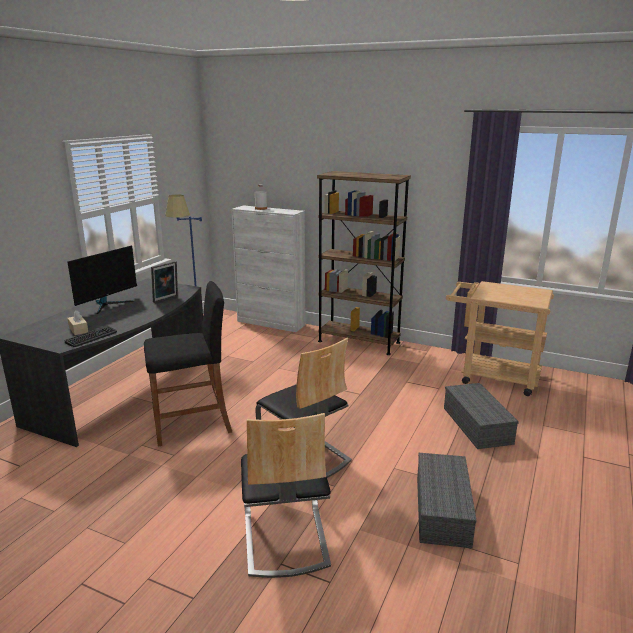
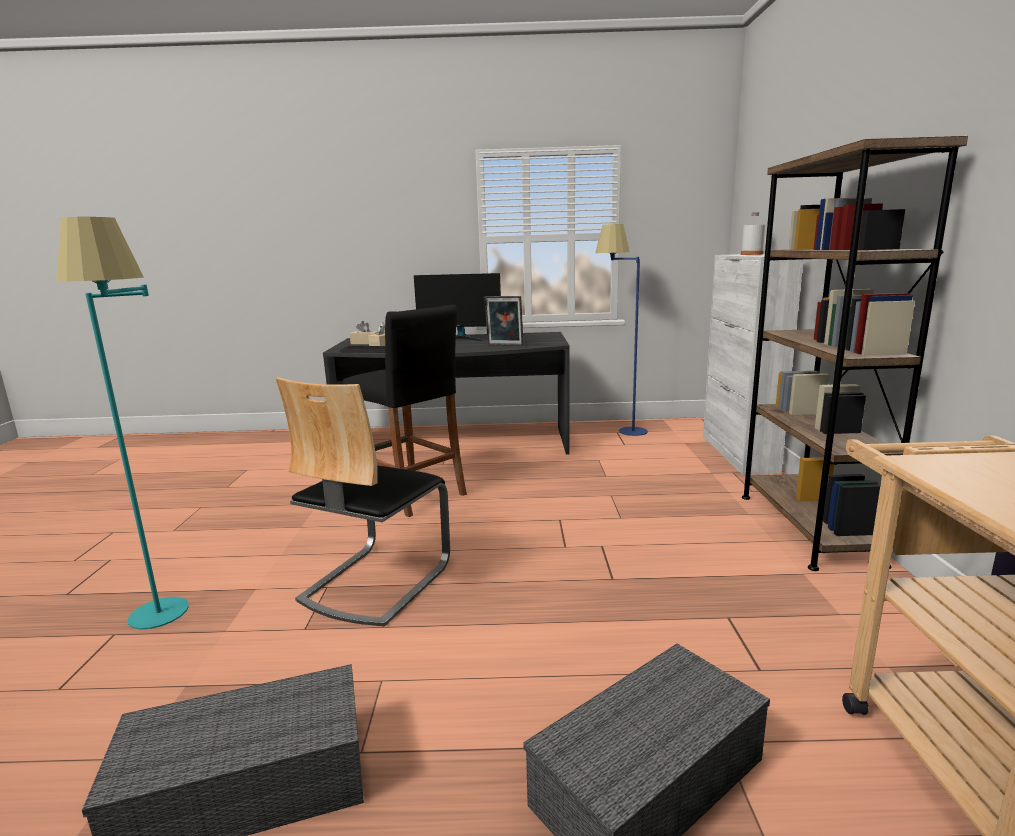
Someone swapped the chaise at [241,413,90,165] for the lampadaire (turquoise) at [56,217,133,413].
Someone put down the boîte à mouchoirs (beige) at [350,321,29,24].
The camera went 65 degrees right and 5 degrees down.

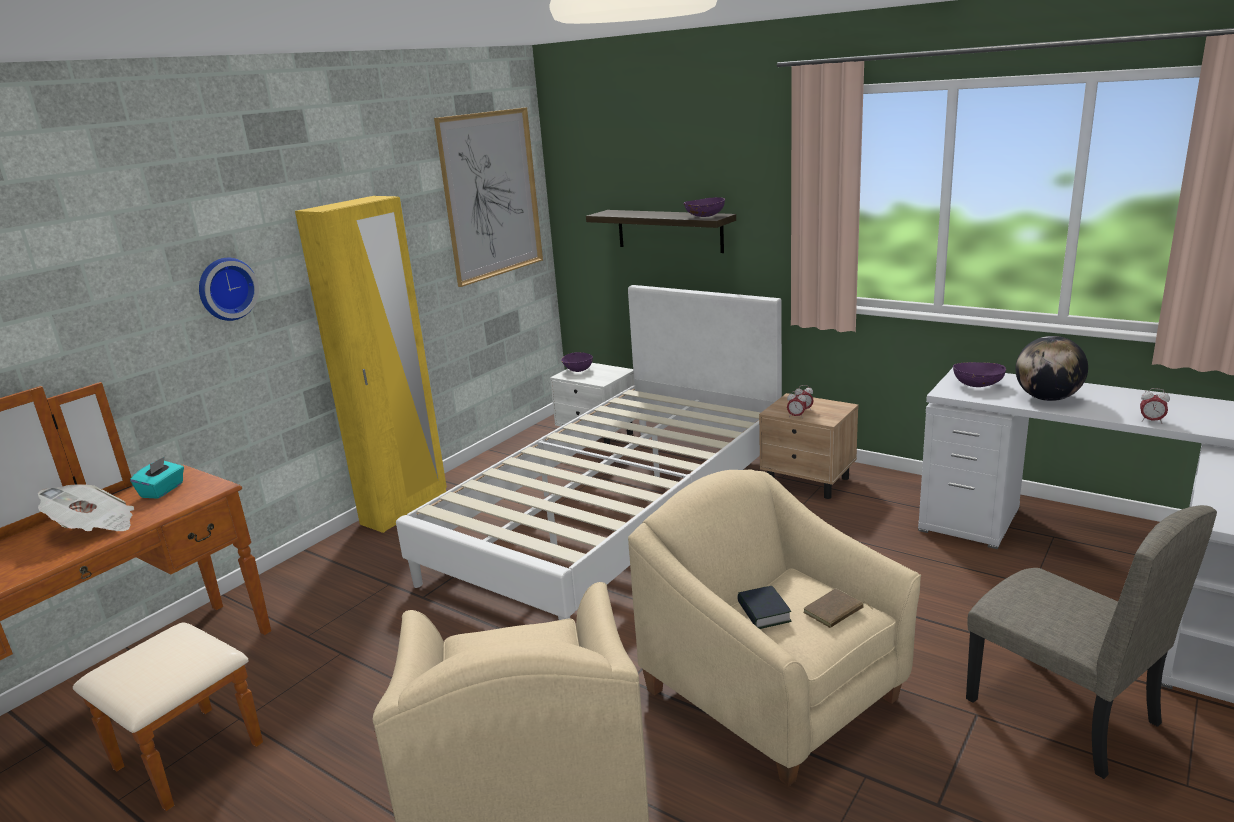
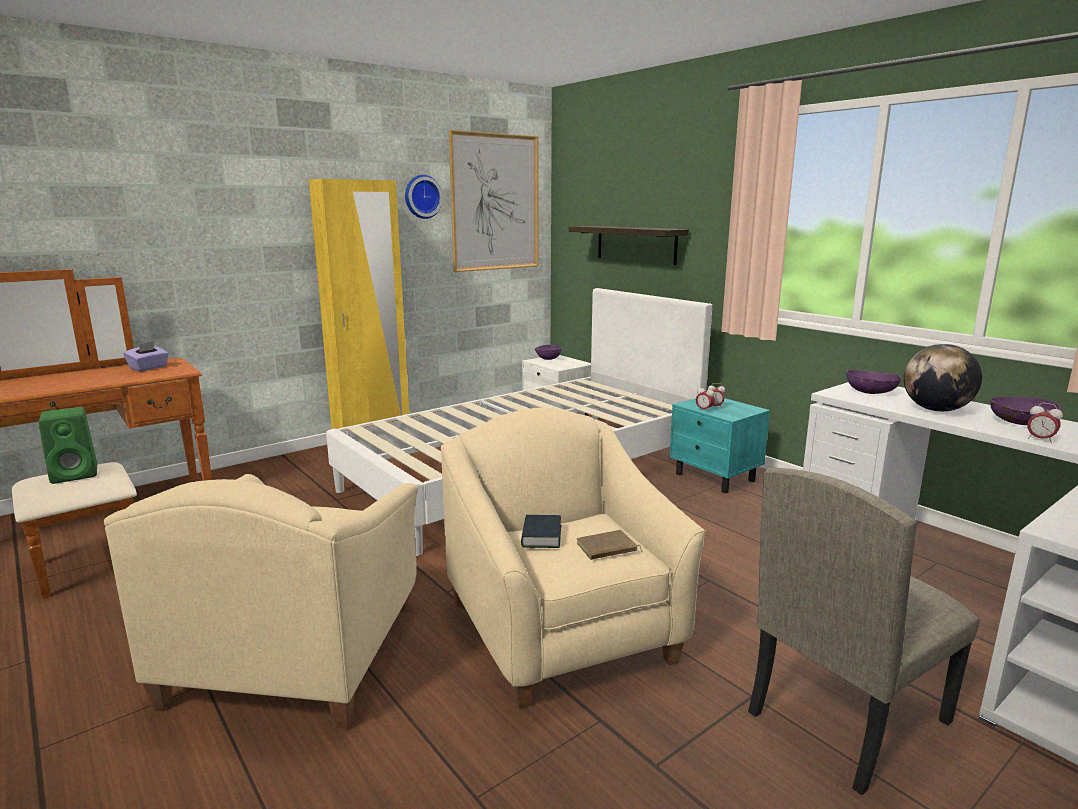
Someone took away the journal at [38,484,96,47].
Someone repainted the boîte à mouchoirs (turquoise) at [130,456,54,43], which became the boîte à mouchoirs (violet) at [123,341,46,30].
Someone carried the horloge murale from [199,258,60,63] to [405,175,38,44].
Someone carried the bol (violet) from [684,197,41,20] to [990,397,71,28].
Someone repainted the table de chevet (beige) at [759,393,99,106], which became the table de chevet (turquoise) at [669,398,101,95].
Someone rotated the chaise (beige) at [966,505,251,274] by 75 degrees clockwise.
Someone put down the enceinte (vert) at [39,407,58,77].
The camera went 15 degrees right and 5 degrees down.

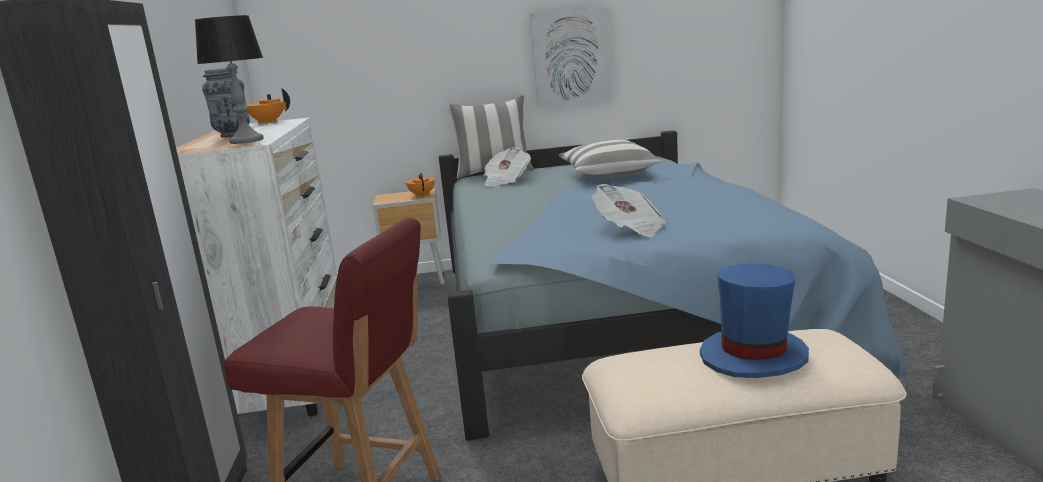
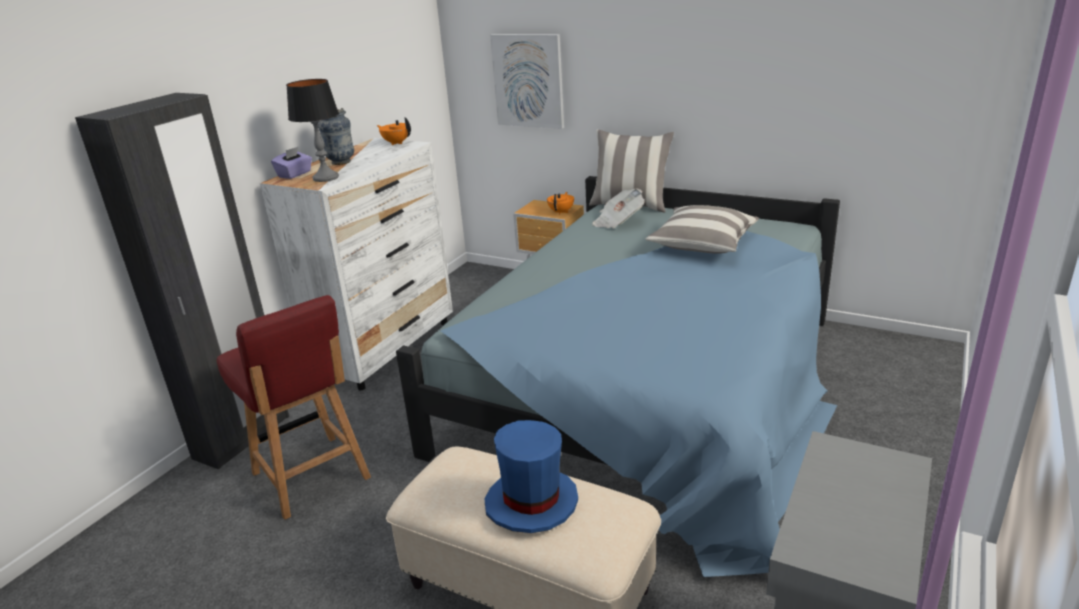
Someone carried the tableau from [530,7,82,101] to [490,34,74,95].
Someone took away the journal at [592,184,74,53].
Someone put down the boîte à mouchoirs (violet) at [271,147,41,32].
The camera went 35 degrees right and 10 degrees up.

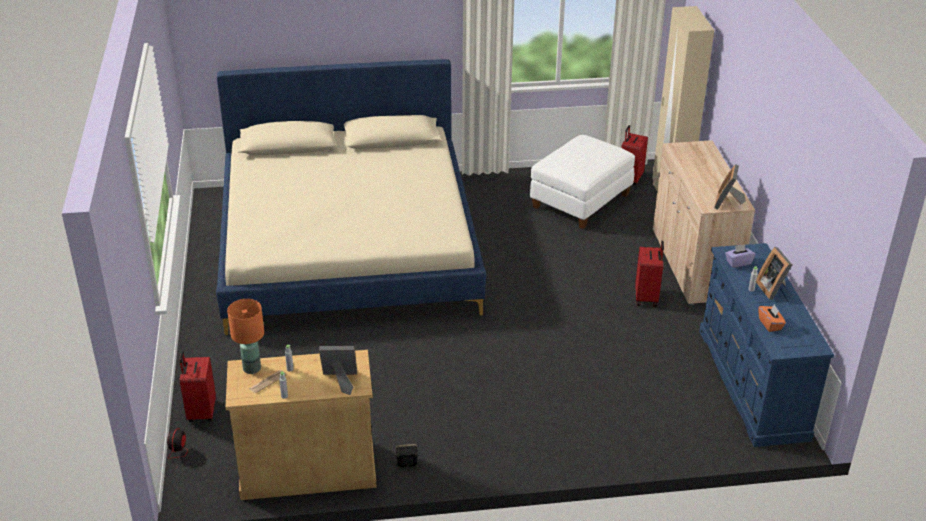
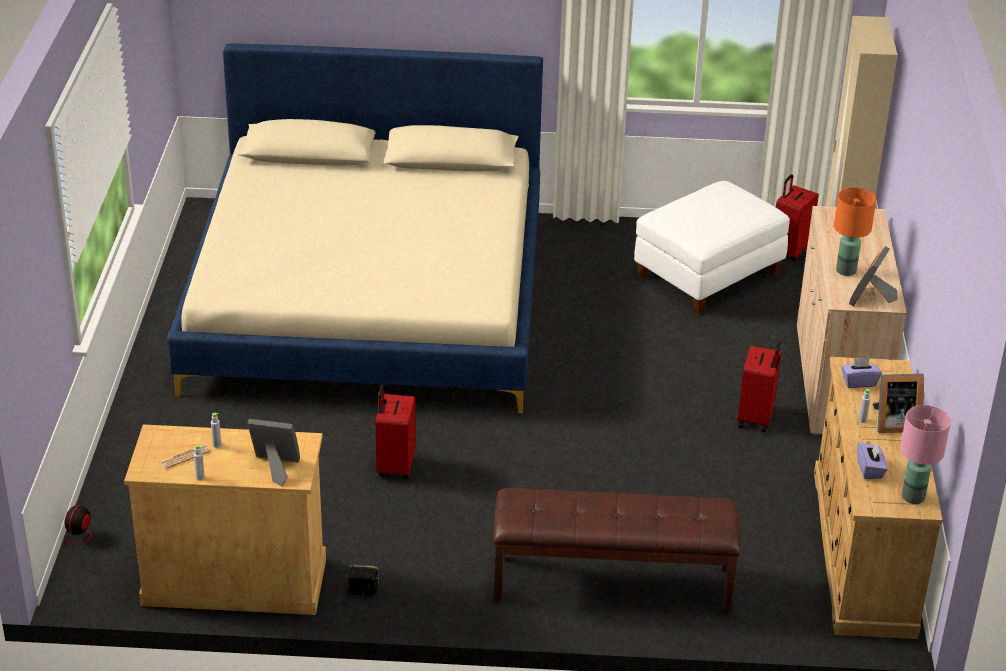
Someone carried the valise (rouge) from [179,351,37,71] to [376,384,40,95].
Someone carried the lampe de table (orange) from [227,299,37,75] to [834,187,42,89].
Someone repainted the commode (bleu) at [699,243,135,204], which became the commode (beige) at [814,357,129,282].
Someone rotated the cadre photo at [756,247,36,53] by 90 degrees counterclockwise.
Someone repainted the boîte à mouchoirs (orange) at [759,304,27,28], which became the boîte à mouchoirs (violet) at [857,442,31,37].
Someone put down the banc (marron) at [493,488,247,126].
Someone put down the lampe de table (rose) at [900,405,51,99].
The camera went 10 degrees right and 0 degrees up.

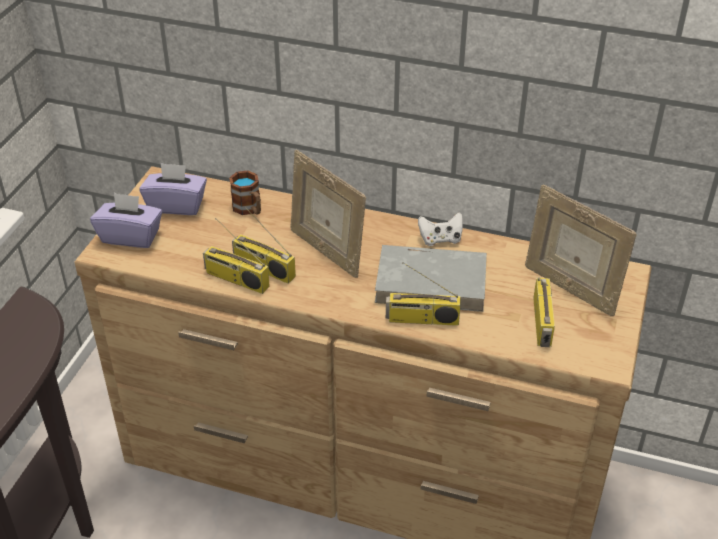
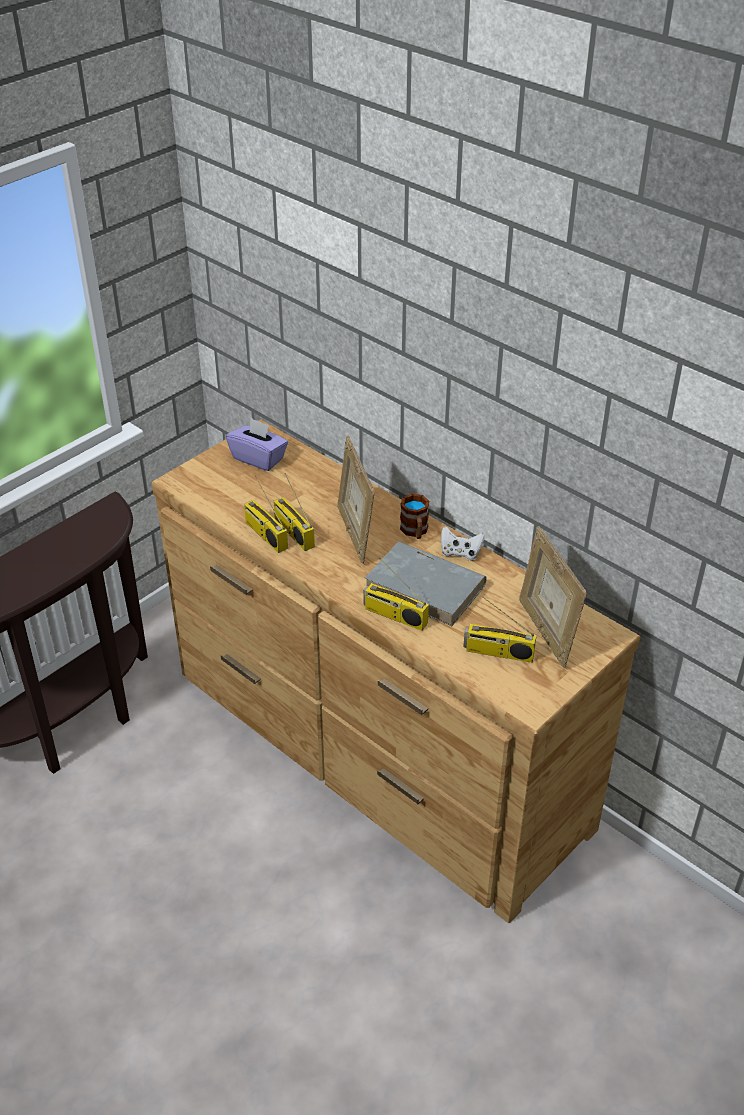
Someone took away the boîte à mouchoirs (violet) at [90,193,72,55].
Someone carried the mug from [229,170,32,45] to [400,494,29,45].
Someone rotated the radio at [533,277,22,70] by 75 degrees clockwise.
The camera went 25 degrees right and 0 degrees up.

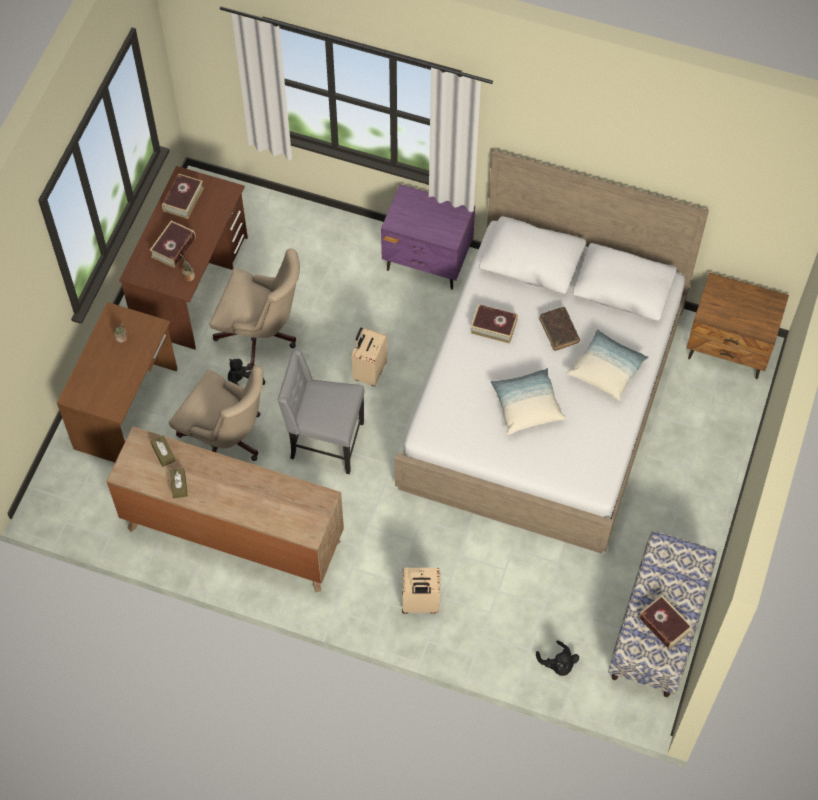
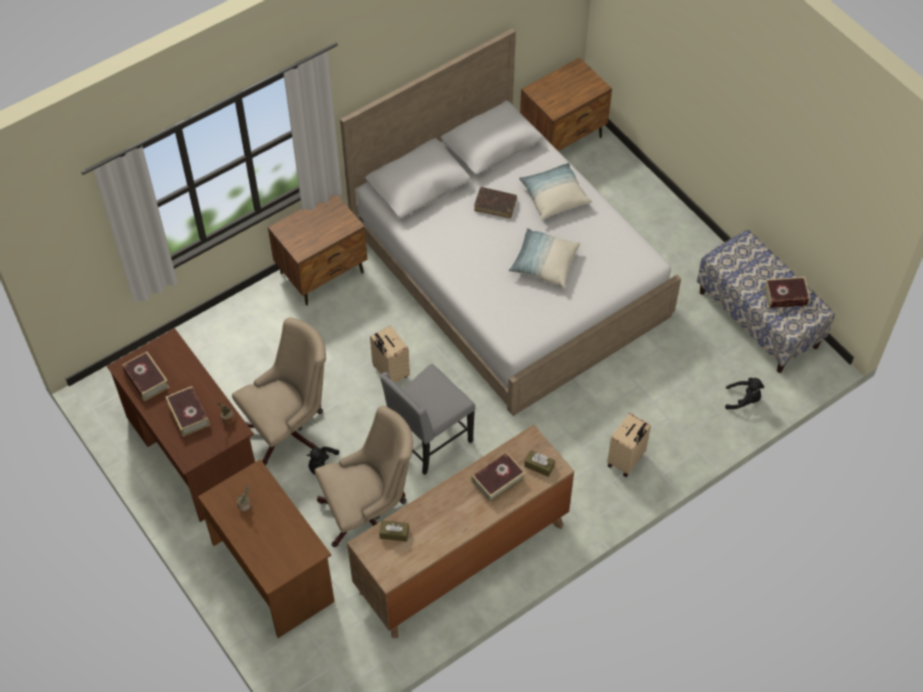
Someone carried the boîte à mouchoirs (marron) from [170,468,18,30] to [524,450,31,27].
Someone repainted the table de chevet (violet) at [381,184,94,106], which became the table de chevet (marron) at [268,195,99,110].
Someone carried the livre from [470,304,48,40] to [471,452,54,51].
The camera went 55 degrees left and 5 degrees down.

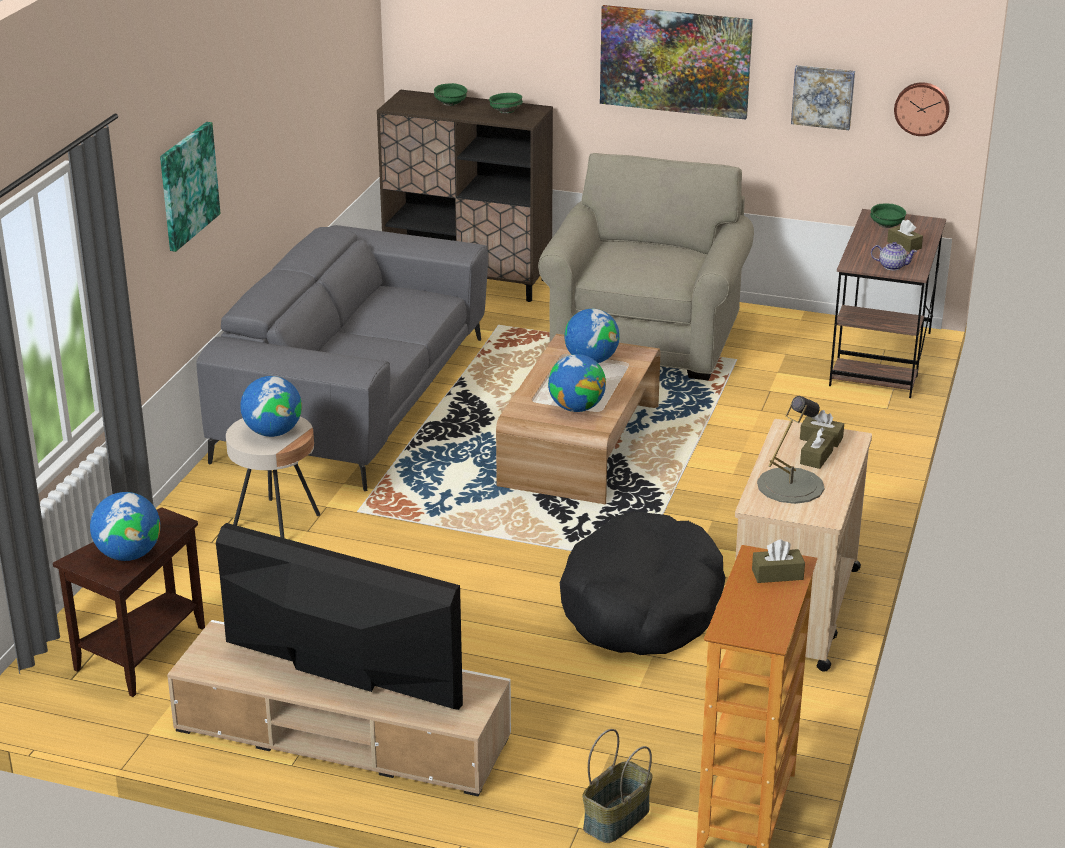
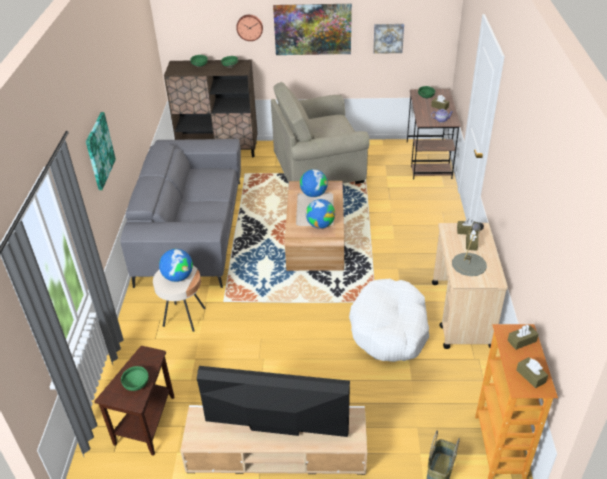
Someone swapped the globe at [90,492,71,69] for the bol (vert) at [121,366,28,25].
Someone rotated the fauteuil (beige) at [538,153,216,227] by 105 degrees counterclockwise.
Someone repainted the panier pour chien (noir) at [560,511,166,144], which became the panier pour chien (blanc) at [349,279,80,83].
Someone carried the horloge murale from [894,82,56,54] to [236,15,27,26].
Someone put down the boîte à mouchoirs (marron) at [516,357,32,31].
The camera went 15 degrees left and 10 degrees up.

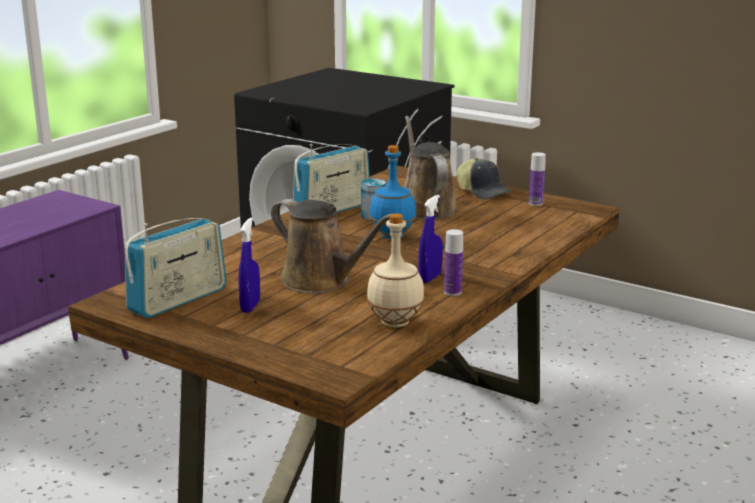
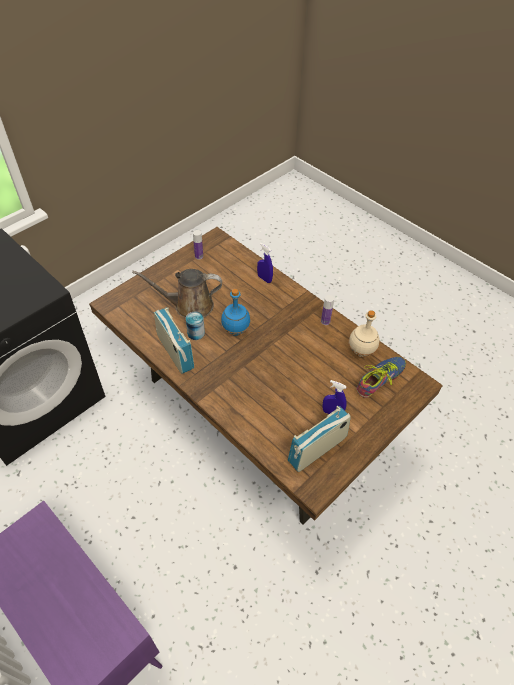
Someone rotated the radio at [125,218,101,100] by 90 degrees counterclockwise.
Someone took away the arrosoir (marron) at [271,199,120,94].
Someone carried the vaporisateur (bleu) from [419,195,24,88] to [257,243,16,40].
Someone took away the casquette at [456,158,56,42].
Someone put down the chaussure at [356,357,50,41].
The camera went 80 degrees left and 30 degrees up.

